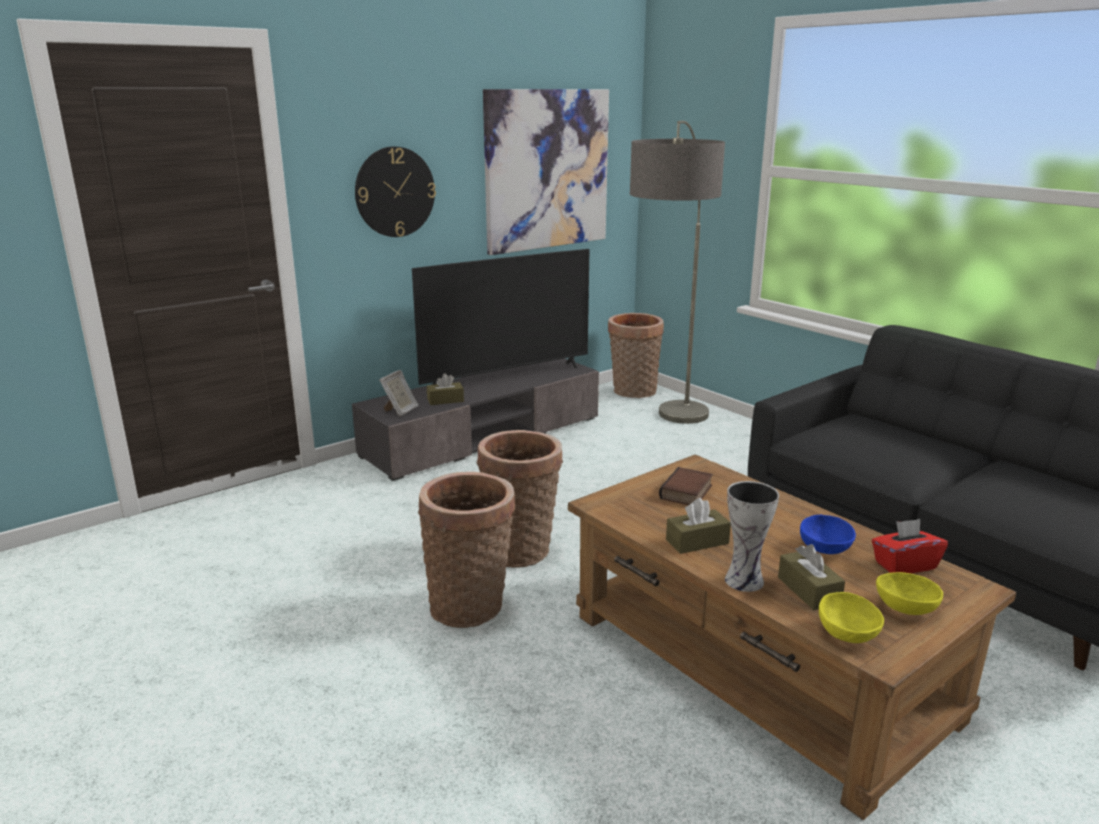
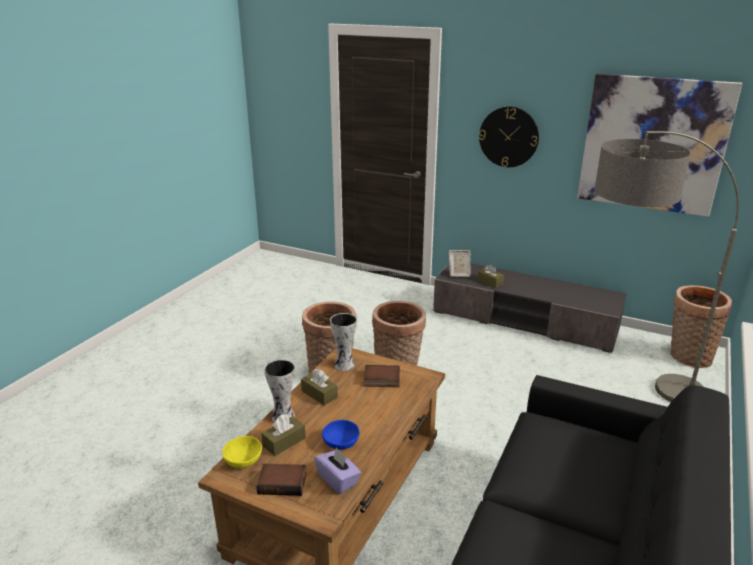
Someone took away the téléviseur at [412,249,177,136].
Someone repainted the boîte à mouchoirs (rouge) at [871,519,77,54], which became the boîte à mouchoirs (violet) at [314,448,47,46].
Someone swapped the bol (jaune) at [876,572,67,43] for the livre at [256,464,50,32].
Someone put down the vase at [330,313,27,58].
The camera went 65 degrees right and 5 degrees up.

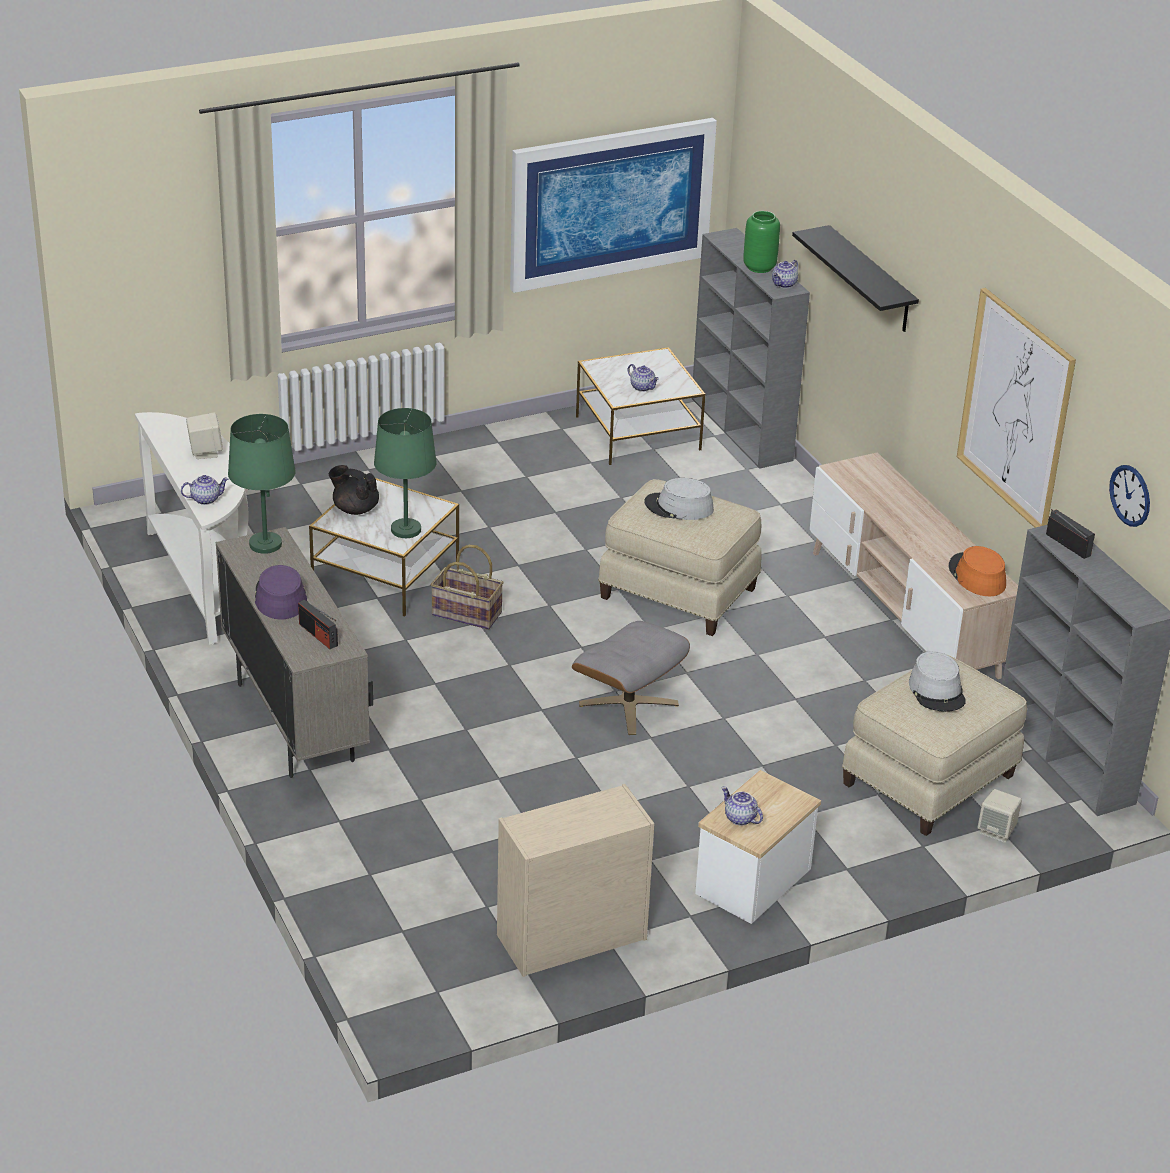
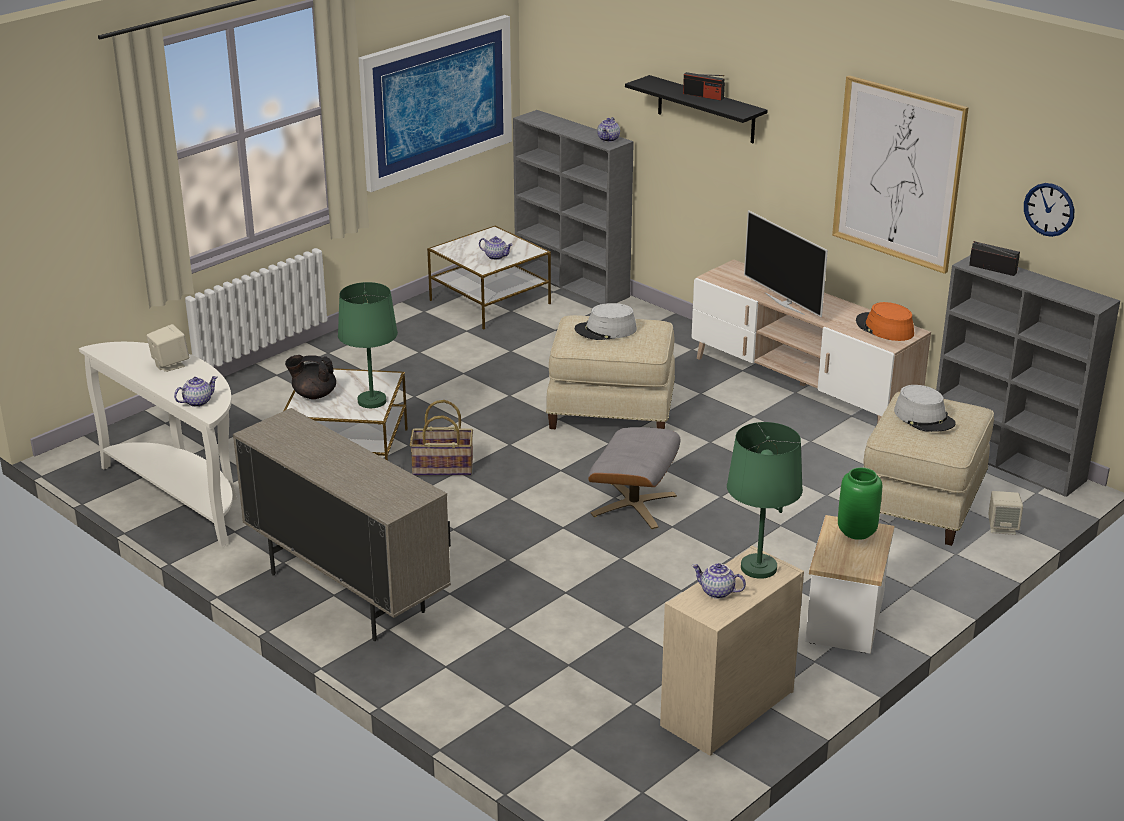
Someone carried the lampe de table (vert) from [228,414,68,140] to [727,422,76,157].
Someone took away the chapeau (violet) at [255,565,52,54].
Someone carried the radio from [298,600,40,49] to [683,72,42,29].
Someone carried the théière from [721,787,42,38] to [692,563,54,36].
Someone carried the vase (vert) from [743,211,37,62] to [838,467,44,73].
Someone put down the téléviseur at [744,210,84,107].
The camera went 20 degrees left and 5 degrees down.

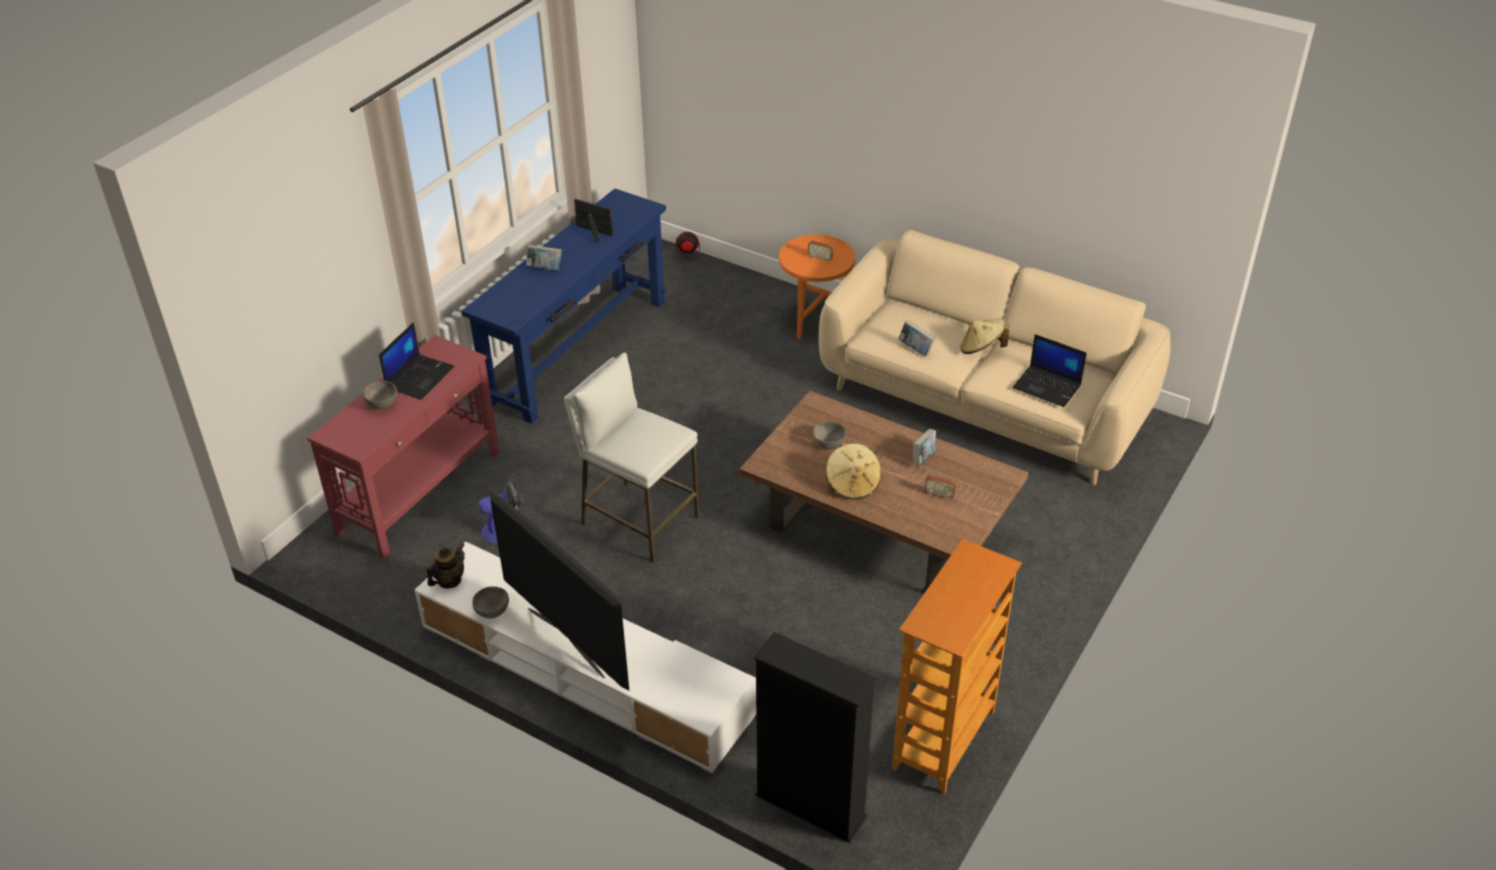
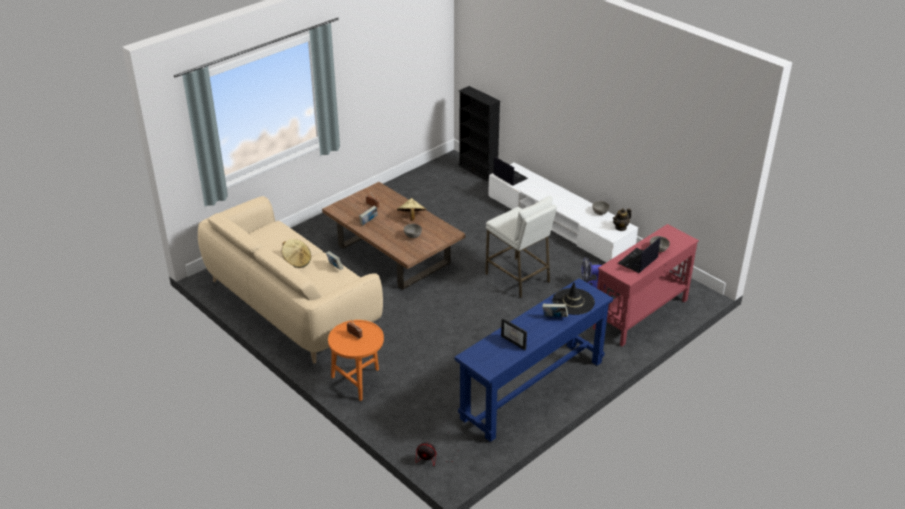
Someone took away the téléviseur at [490,491,139,199].
Someone took away the bibliothèque at [892,539,130,255].
Someone carried the ordinateur portable from [1012,334,75,73] to [493,156,35,29].
Someone put down the chapeau (noir) at [552,282,43,33].
The camera went 165 degrees left and 5 degrees down.

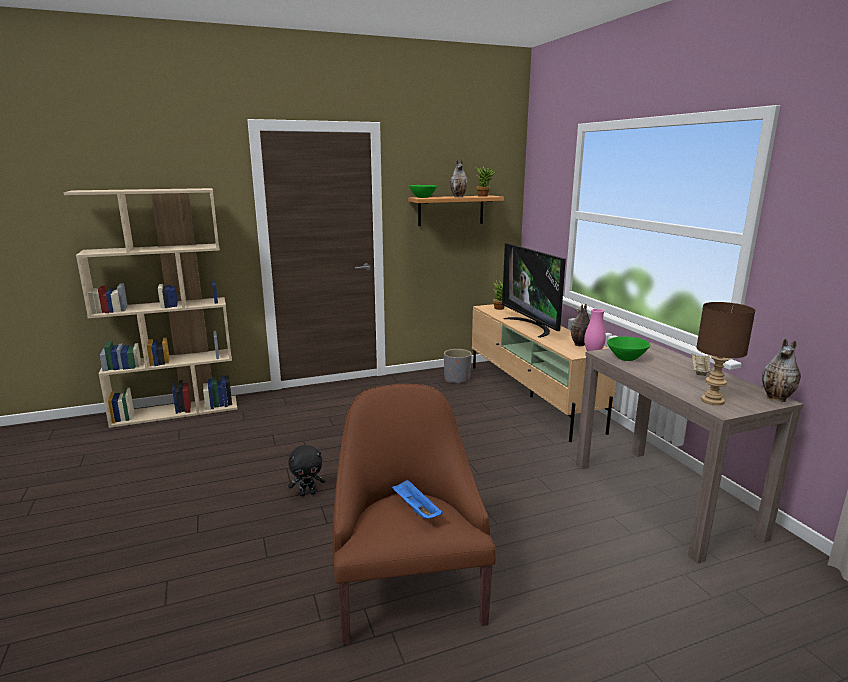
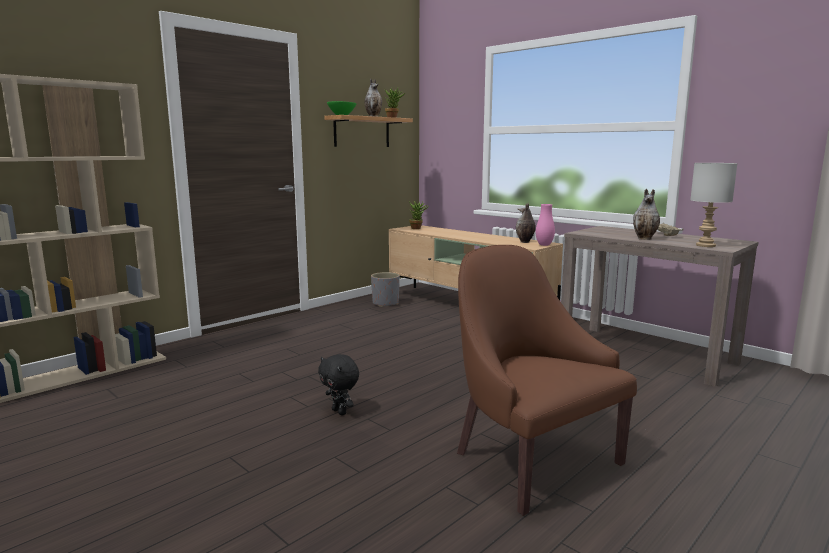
Someone rotated the peluche (noir) at [288,445,37,51] by 90 degrees clockwise.
Someone took away the plateau (bleu) at [392,479,51,40].
Someone took away the téléviseur at [502,243,64,95].
Someone took away the bol (vert) at [607,336,43,25].
Someone repainted the lampe de table (marron) at [696,302,60,103], which became the lampe de table (gris) at [690,163,48,84].
Someone carried the vase from [762,338,39,64] to [633,189,27,51].
The camera went 25 degrees left and 5 degrees down.

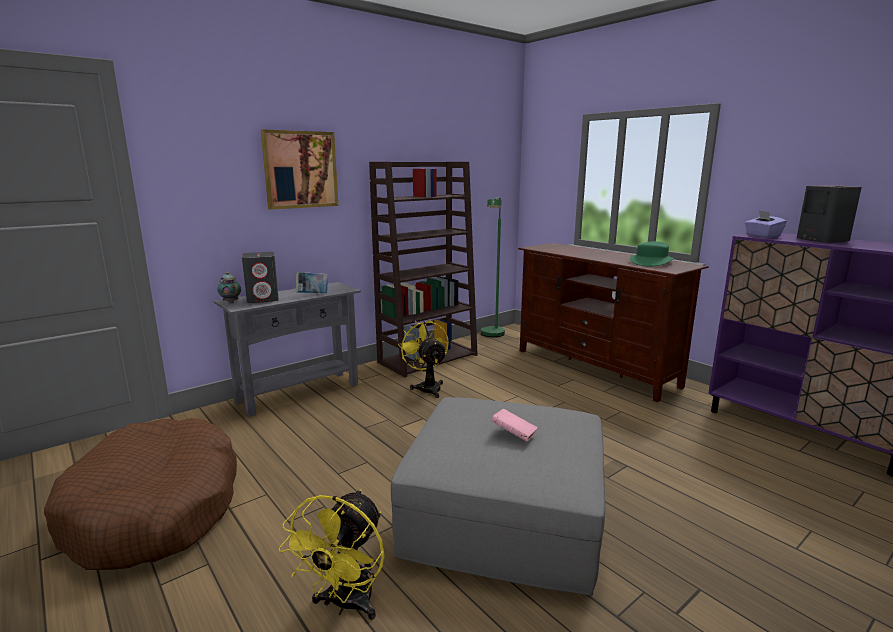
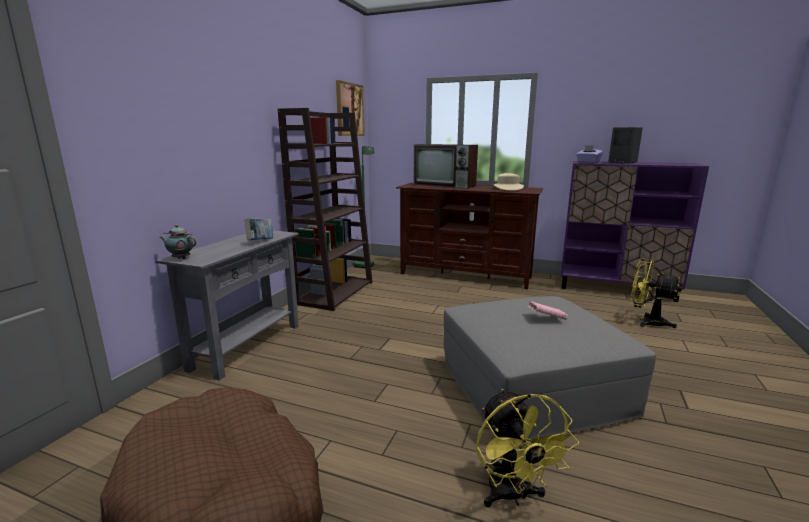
Someone took away the enceinte (gris) at [242,252,37,51].
Someone carried the tableau from [261,129,77,81] to [336,80,29,56].
Someone carried the ventilateur (jaune) from [398,320,51,78] to [630,258,52,70].
Someone repainted the chapeau (vert) at [630,241,44,25], which became the chapeau (beige) at [493,173,31,18].
Someone put down the téléviseur at [413,144,65,45].
The camera went 30 degrees left and 0 degrees up.

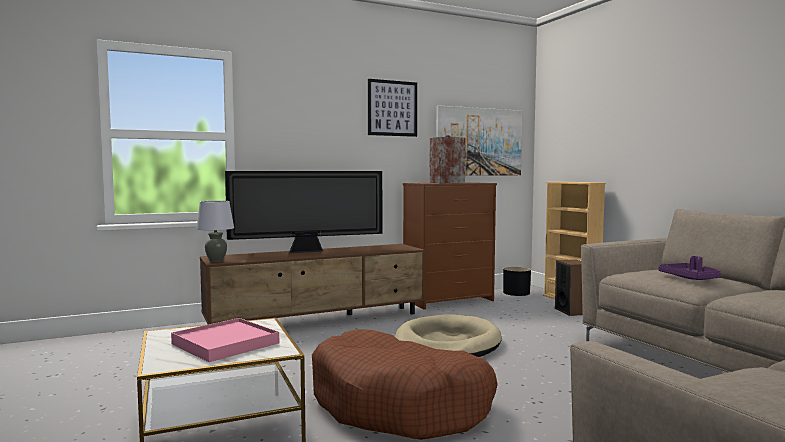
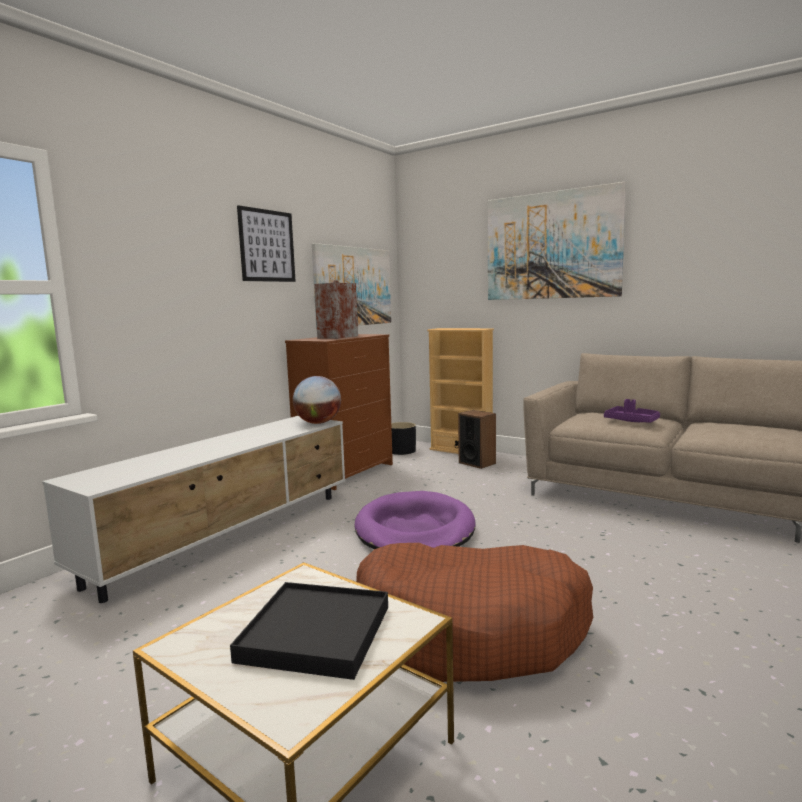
Someone repainted the plateau (rose) at [171,318,108,44], which became the plateau (noir) at [230,582,158,98].
Someone took away the lampe de table (gris) at [196,201,38,61].
Someone repainted the meuble télé (marron) at [200,244,225,80], which became the meuble télé (blanc) at [42,416,304,187].
Someone took away the téléviseur at [225,171,157,82].
Someone repainted the panier pour chien (beige) at [395,314,107,43], which became the panier pour chien (violet) at [355,491,121,58].
Someone put down the globe at [293,376,48,48].
Someone put up the tableau at [488,182,138,118].
The camera went 30 degrees left and 5 degrees up.

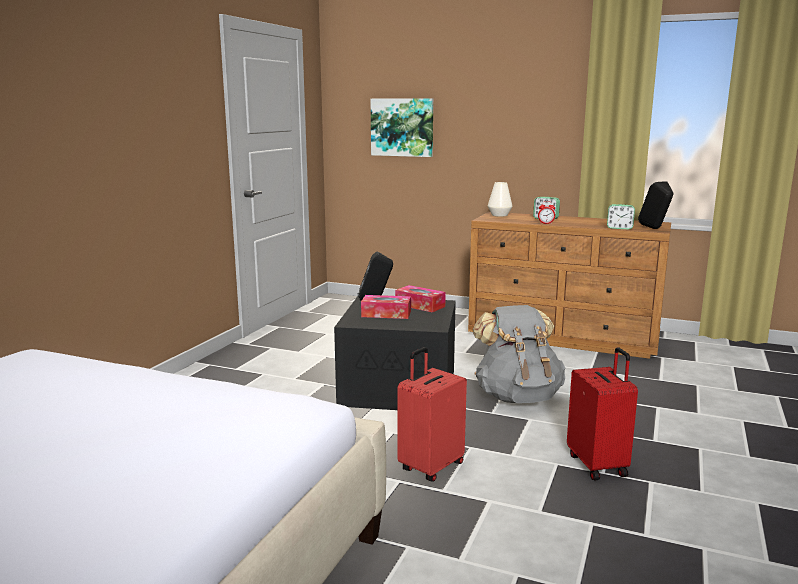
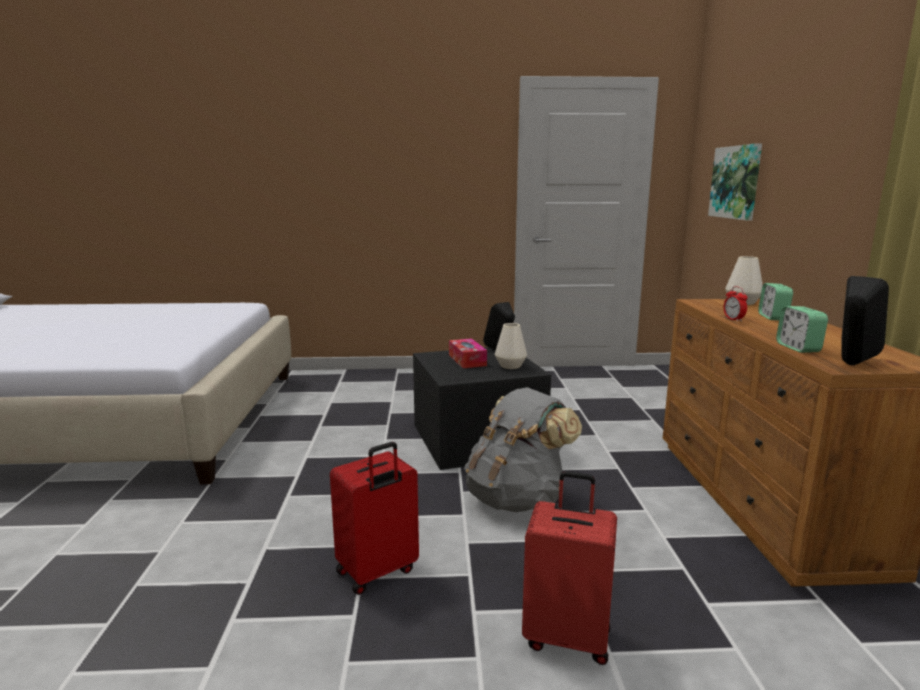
Someone swapped the boîte à mouchoirs at [395,285,51,27] for the vase (blanc) at [495,323,32,46].
Someone carried the valise (rouge) from [398,347,69,135] to [522,471,95,194].
The camera went 65 degrees right and 0 degrees up.

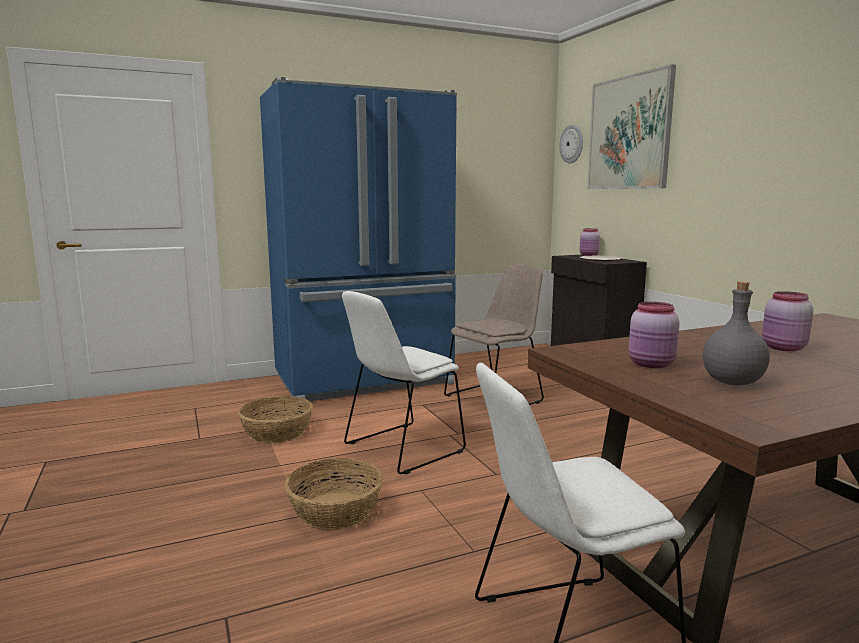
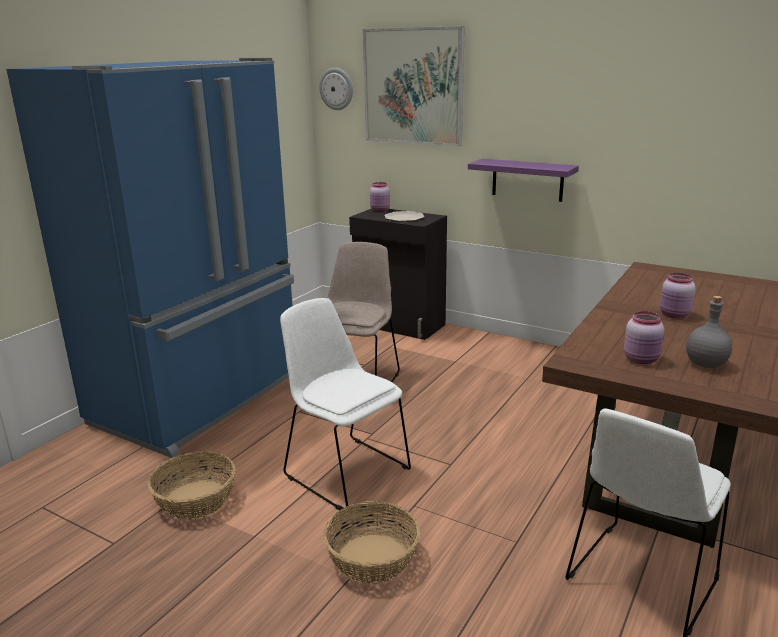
Someone rotated the chaise (blanc) at [342,291,124,183] by 120 degrees clockwise.
Someone put up the étagère (violet) at [468,159,111,43].
The camera went 35 degrees left and 10 degrees up.

